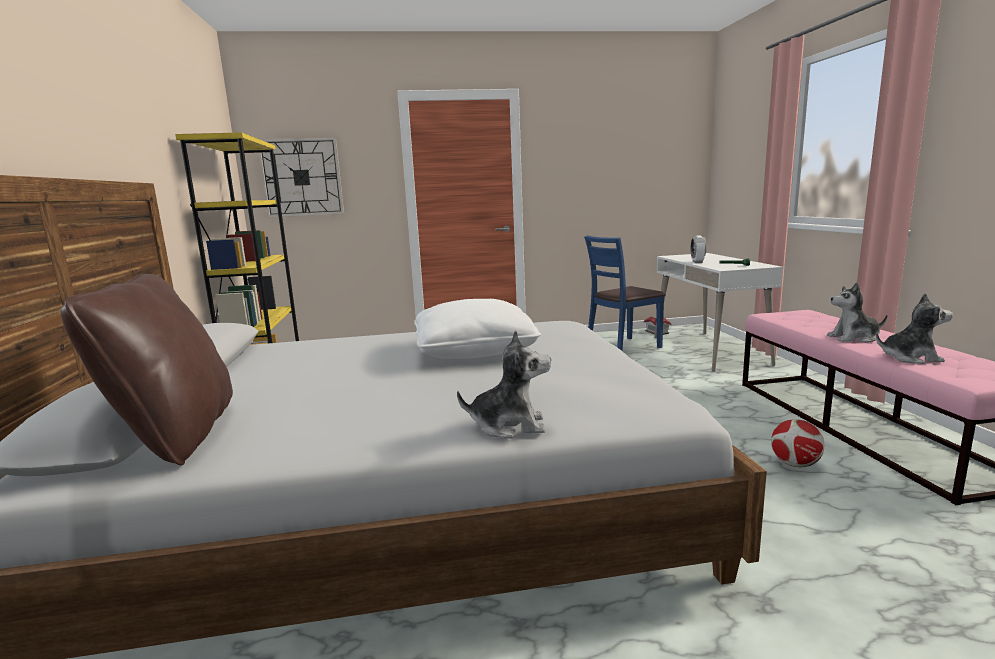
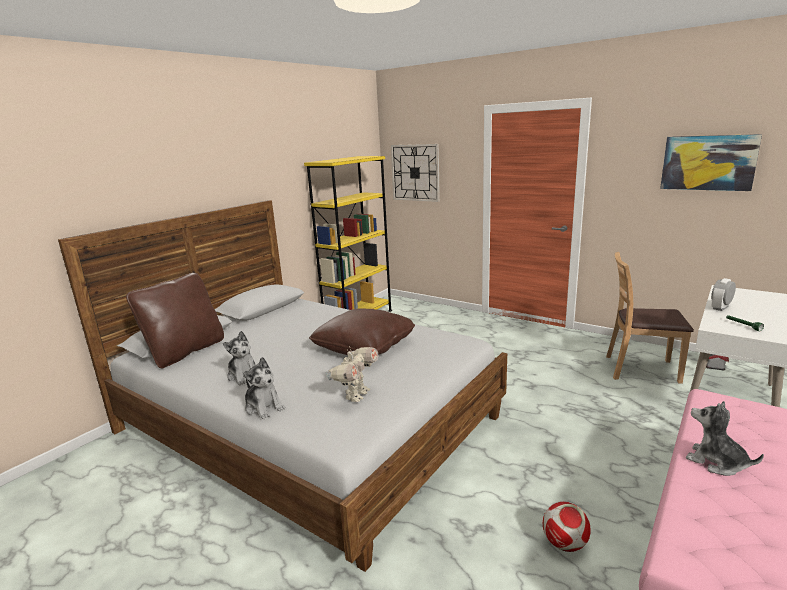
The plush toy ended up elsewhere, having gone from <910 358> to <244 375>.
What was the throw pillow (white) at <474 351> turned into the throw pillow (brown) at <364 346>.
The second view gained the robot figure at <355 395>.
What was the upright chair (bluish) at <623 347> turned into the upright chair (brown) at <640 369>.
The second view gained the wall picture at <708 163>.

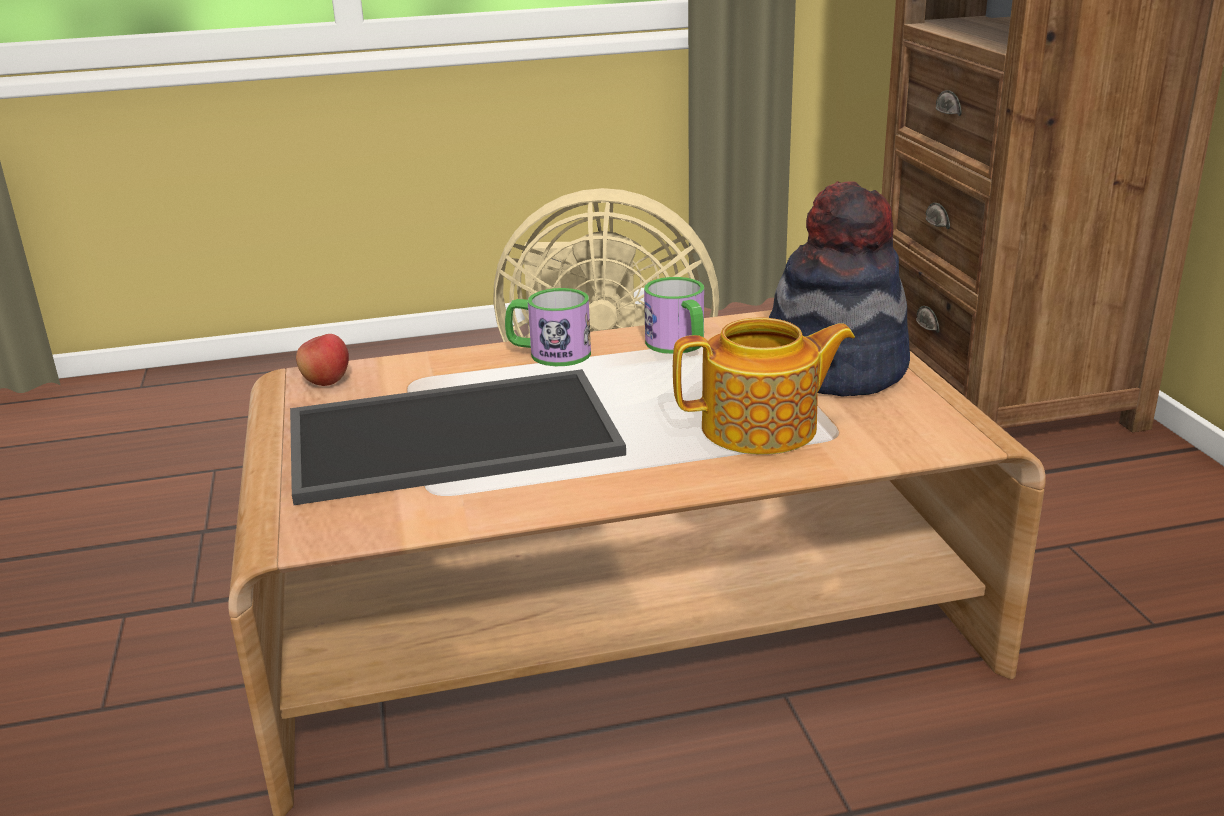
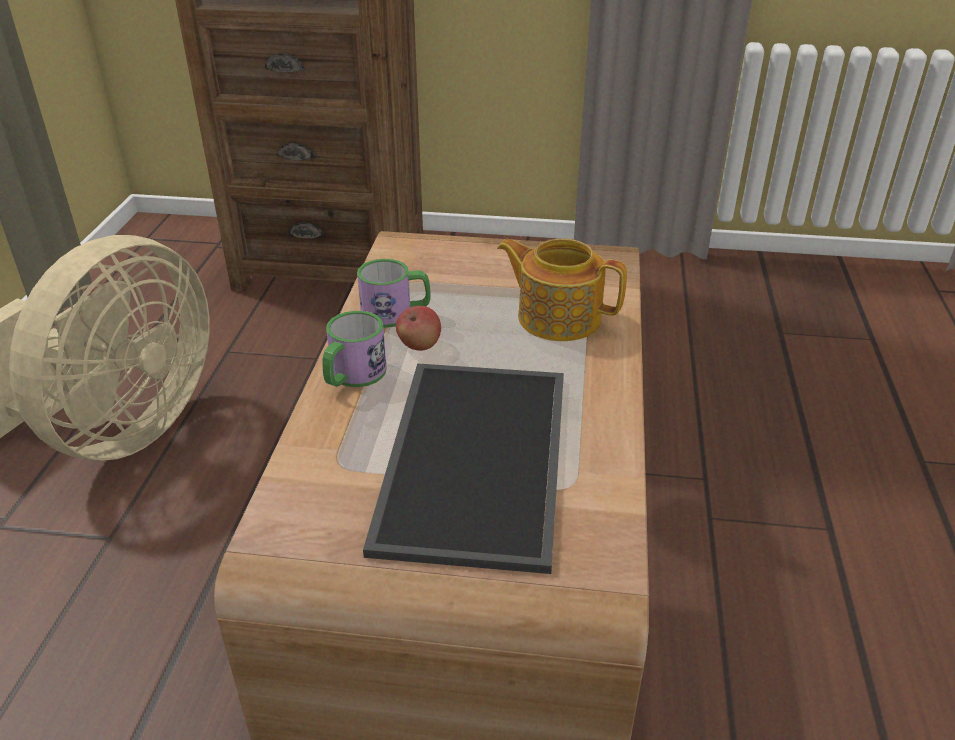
The apple fruit ended up elsewhere, having gone from <326 381> to <419 345>.
The teapot at <762 428> ended up facing another way, 75 degrees counterclockwise from before.
The second view lost the clothing hat at <834 368>.

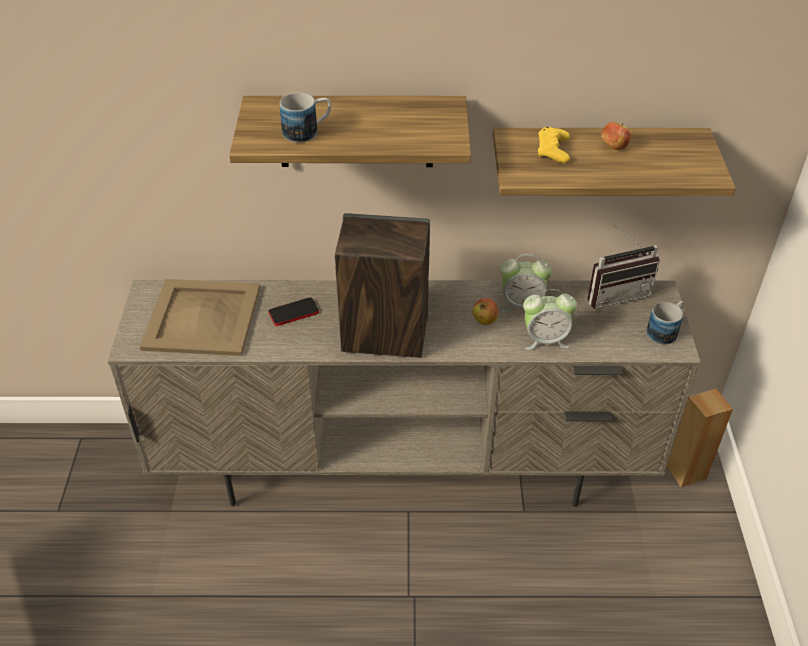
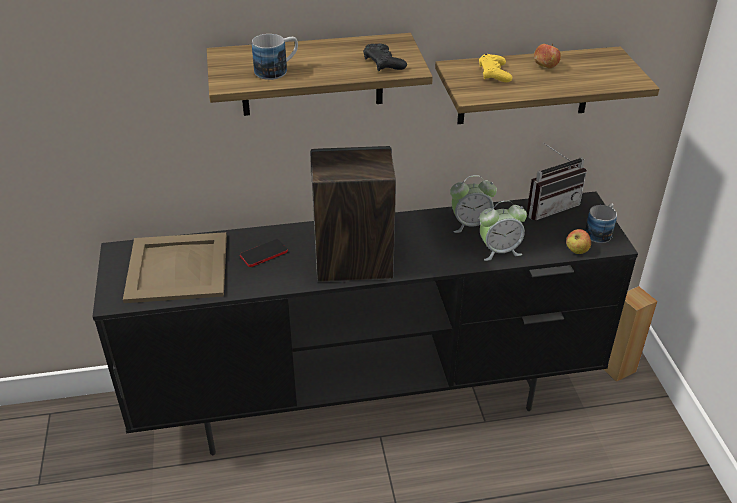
What was the tv stand (beige-coloured) at <406 469> turned into the tv stand (black-coloured) at <370 399>.
The second view gained the gamepad (black-coloured) at <383 63>.
The apple fruit ended up elsewhere, having gone from <484 320> to <576 250>.

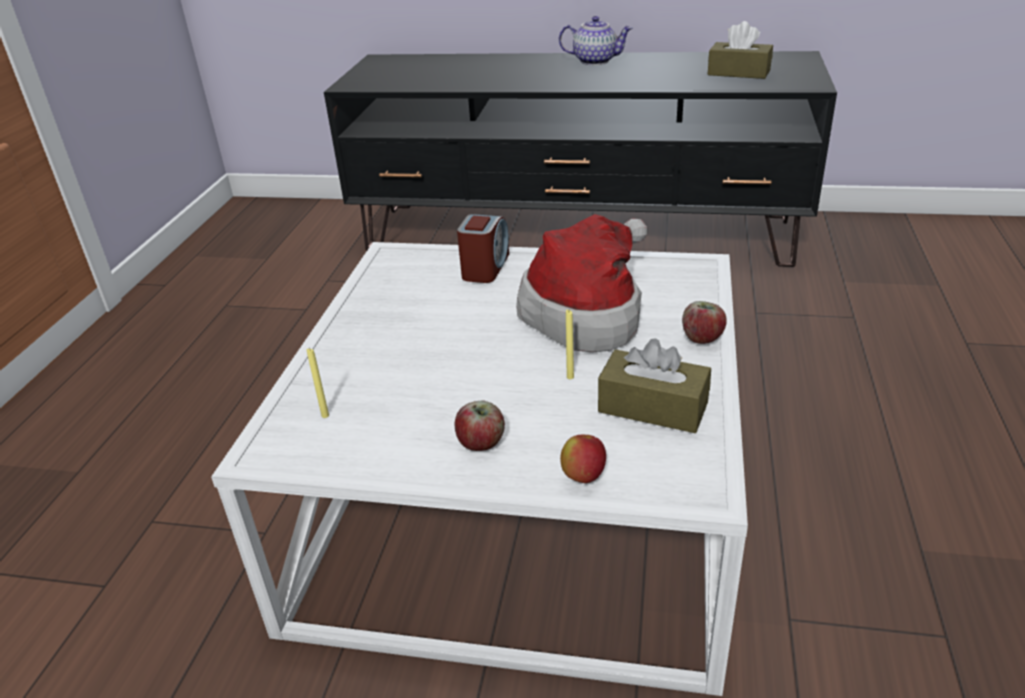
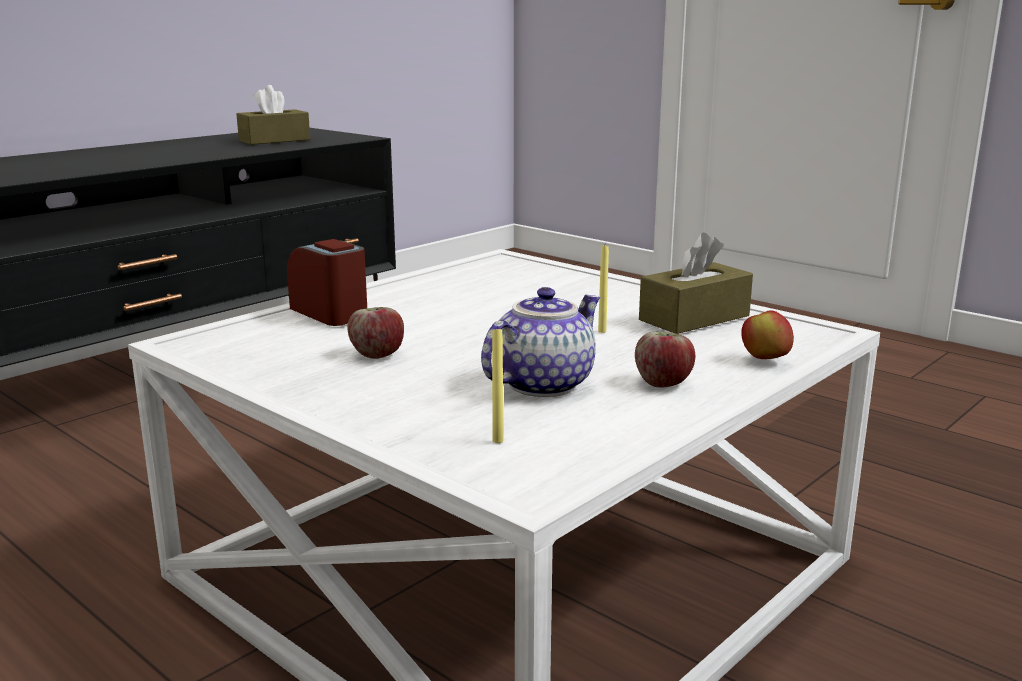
The apple fruit ended up elsewhere, having gone from <702 338> to <378 354>.
The teapot ended up elsewhere, having gone from <595 61> to <542 384>.
The second view lost the clothing hat at <587 312>.

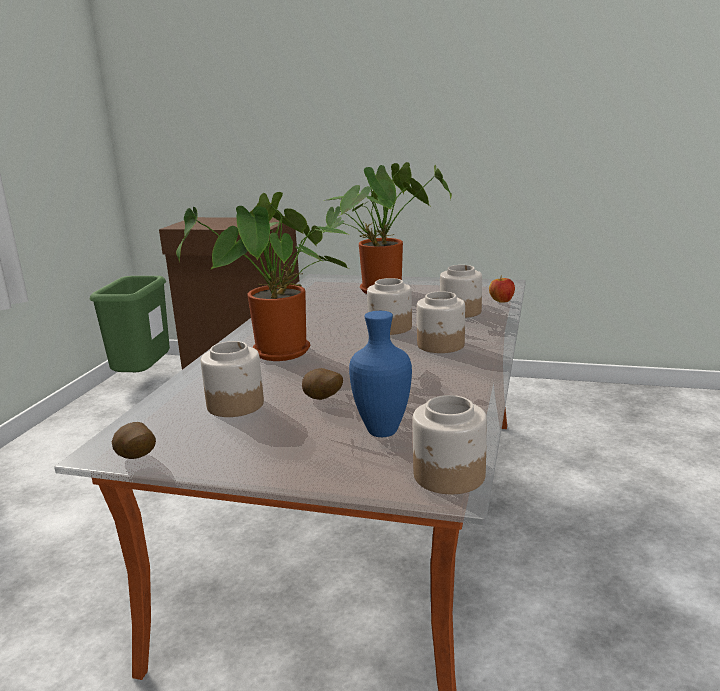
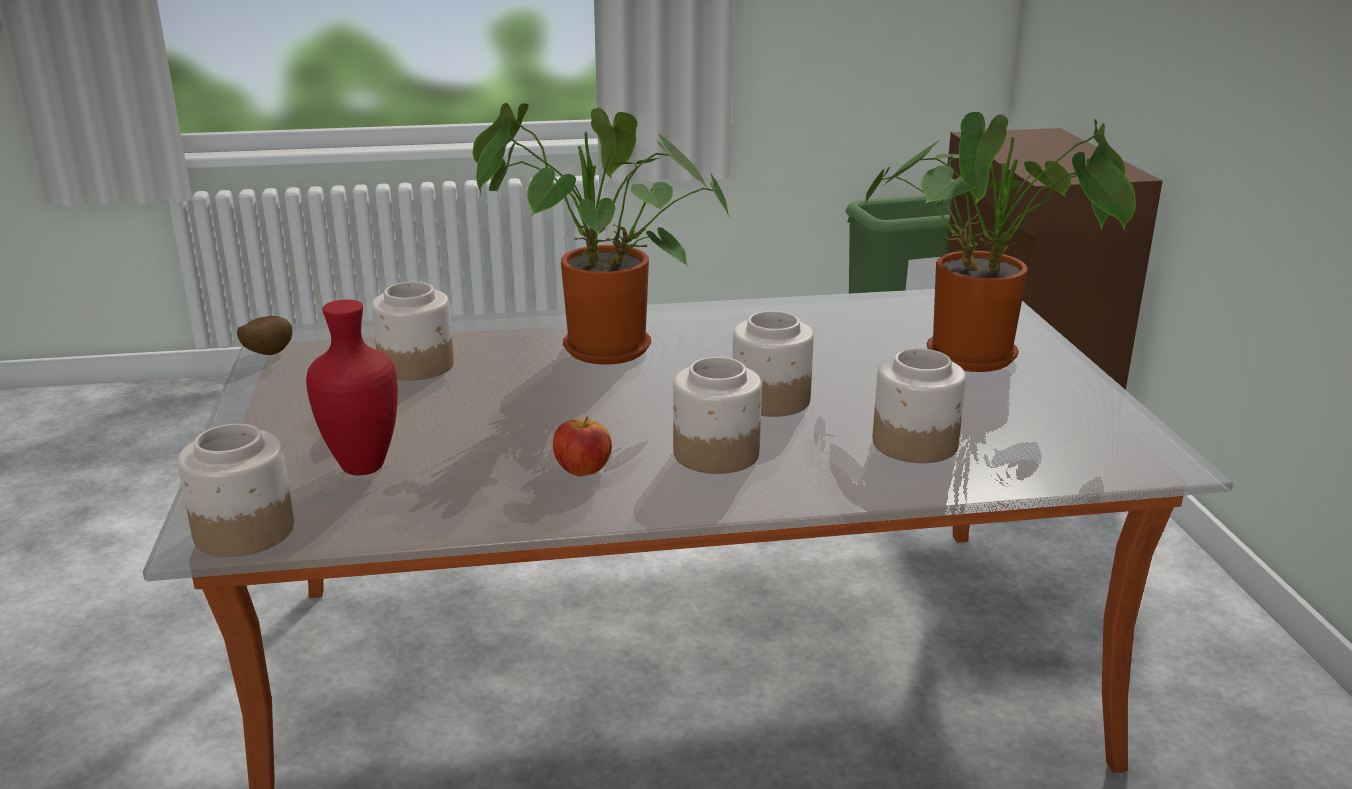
What was the flower vase (bluish) at <384 432> turned into the flower vase (red-coloured) at <361 468>.
The apple fruit ended up elsewhere, having gone from <501 301> to <582 470>.
The second view lost the potato at <322 400>.

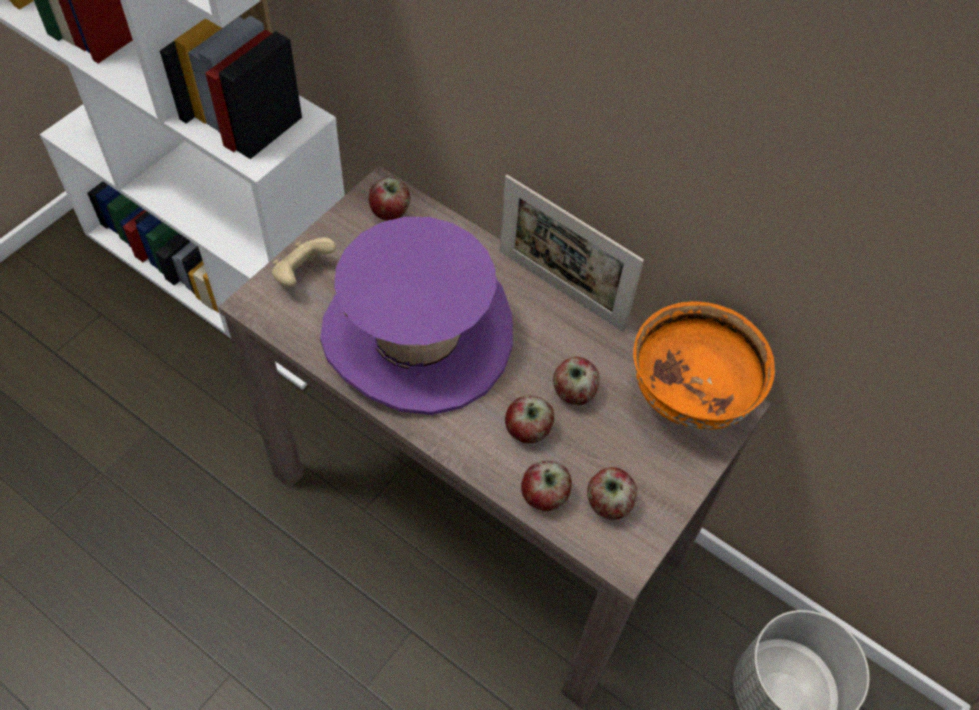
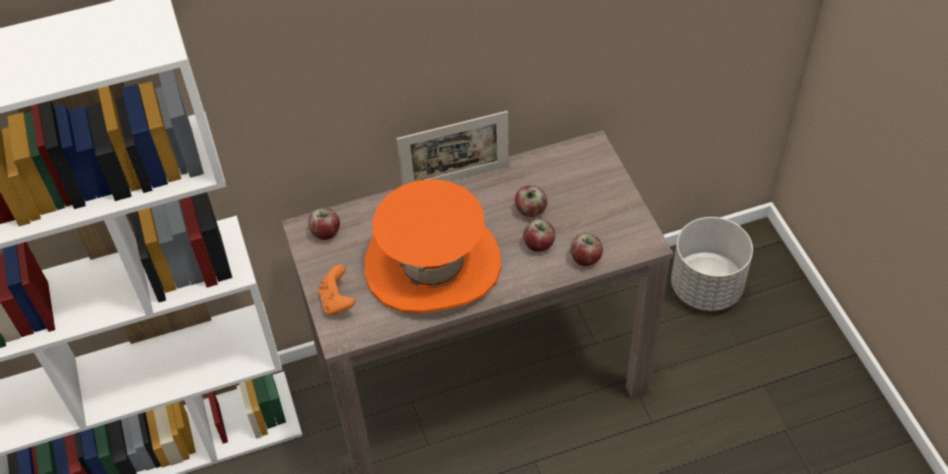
What was the gamepad (beige-coloured) at <302 274> turned into the gamepad (orange-coloured) at <337 301>.
What was the clothing hat (purplish) at <417 335> turned into the clothing hat (orange-coloured) at <432 264>.
The second view lost the apple fruit at <608 503>.
The second view lost the serving bowl (orange-coloured) at <687 399>.

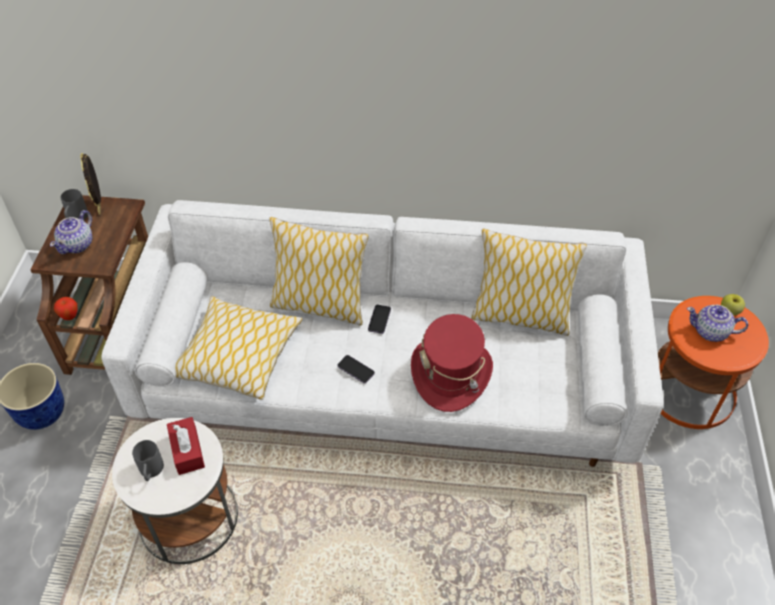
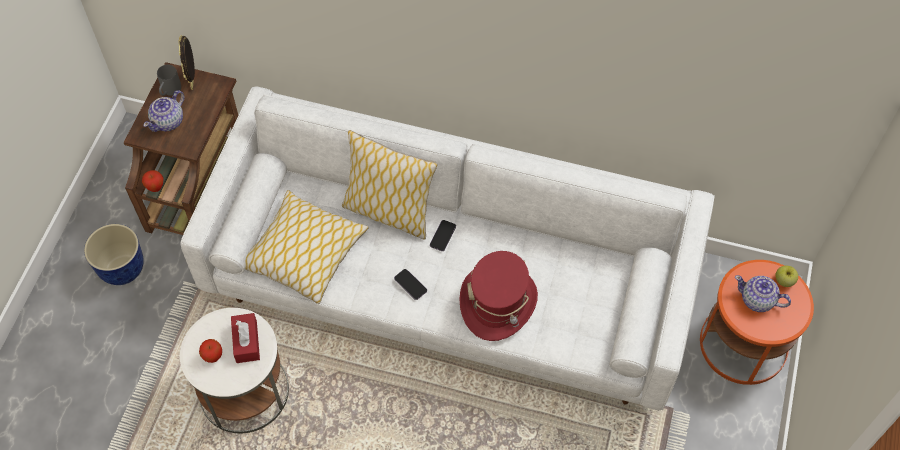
Where the coffee mug (grey) stood at <151 472>, the apple fruit came to stand at <213 357>.
The second view lost the throw pillow at <520 316>.

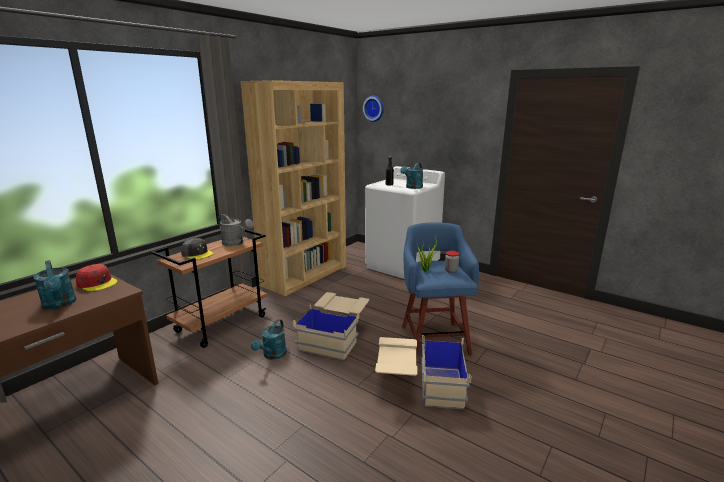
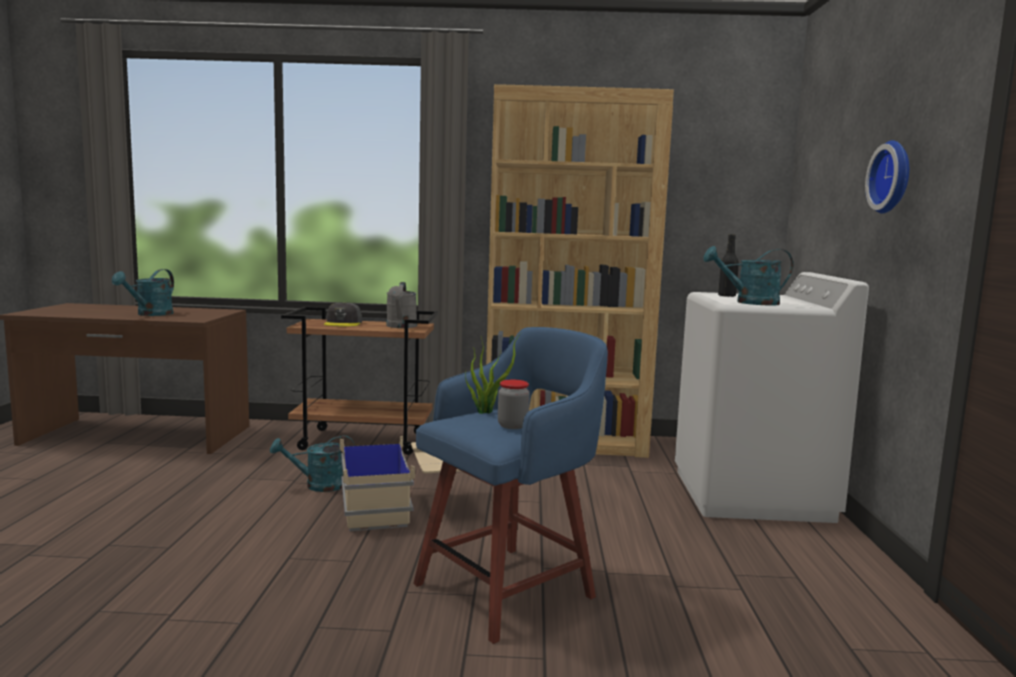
The hanging clock ended up elsewhere, having gone from <374 108> to <893 177>.
The second view lost the peaked cap (red-coloured) at <97 283>.
The second view lost the storage box (beige-coloured) at <419 386>.

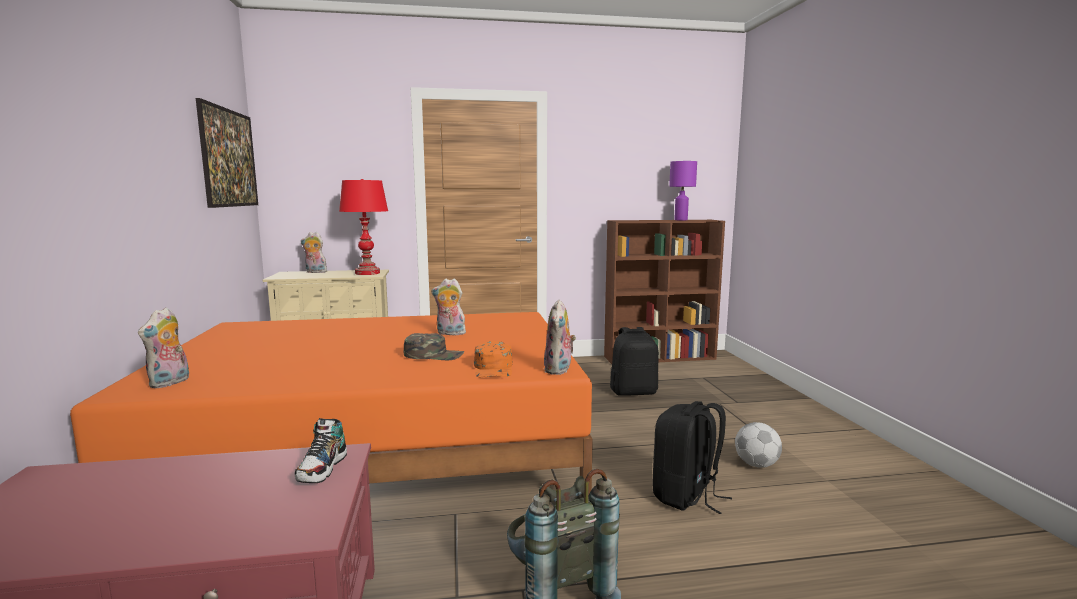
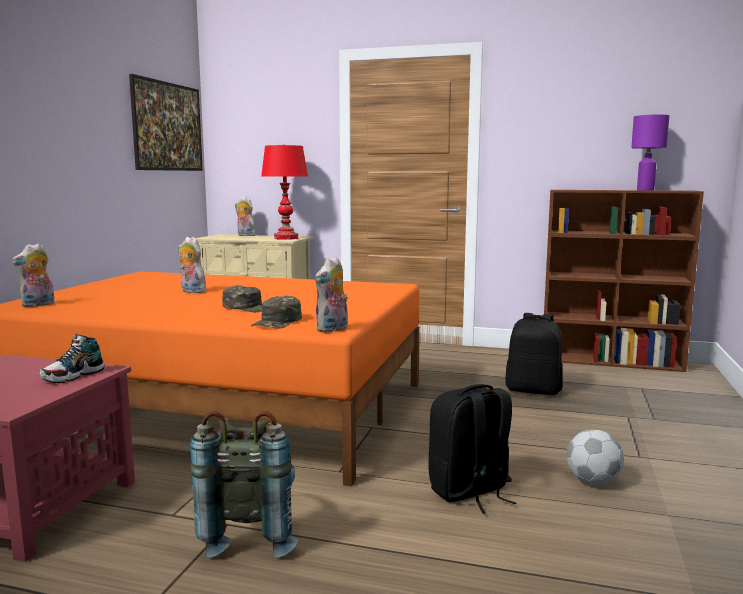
The plush toy ended up elsewhere, having gone from <449 333> to <191 291>.
What was the peaked cap (orange-coloured) at <494 368> turned into the peaked cap (green) at <277 322>.

